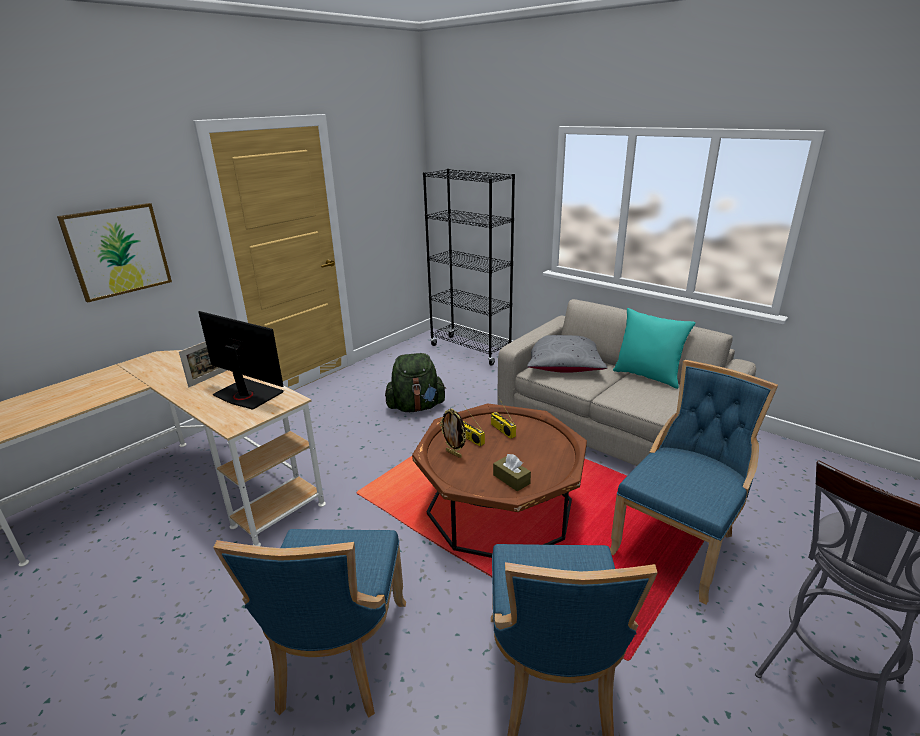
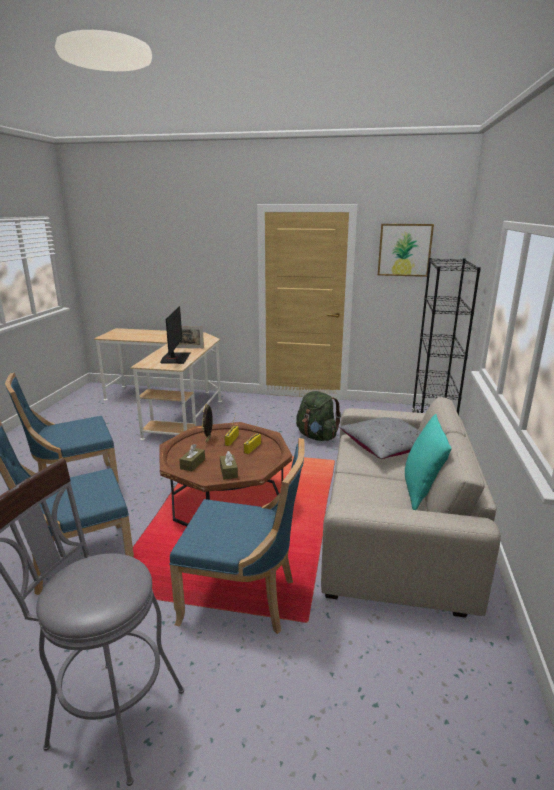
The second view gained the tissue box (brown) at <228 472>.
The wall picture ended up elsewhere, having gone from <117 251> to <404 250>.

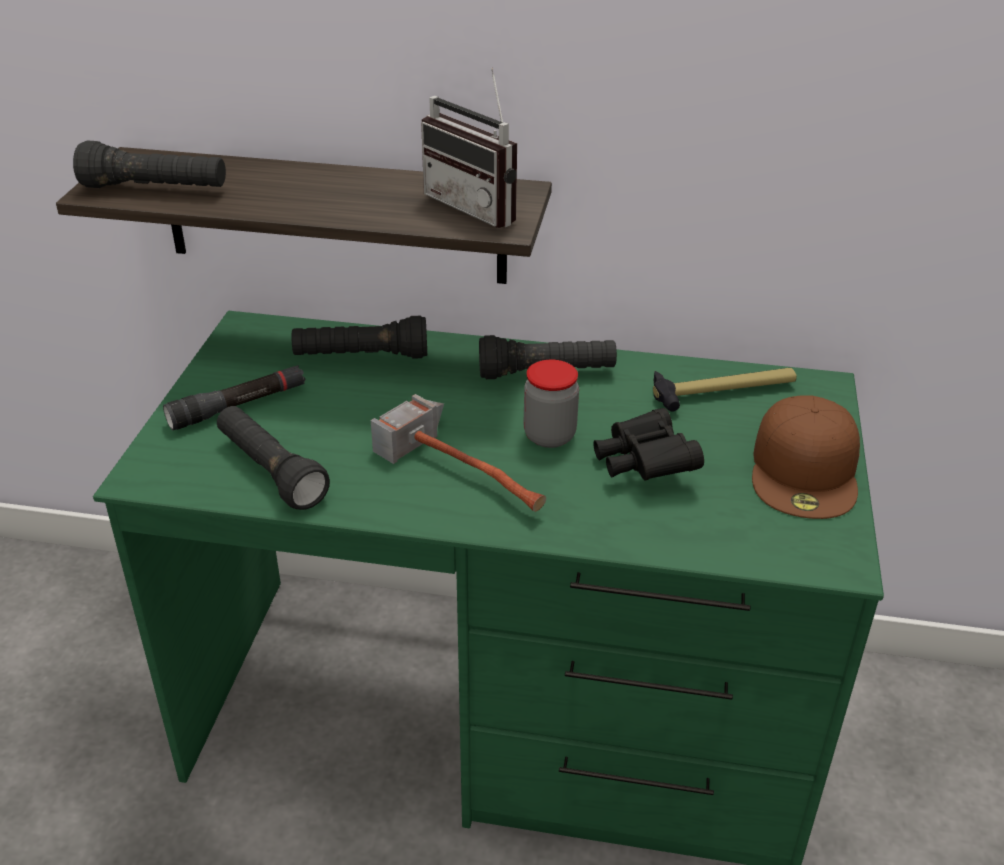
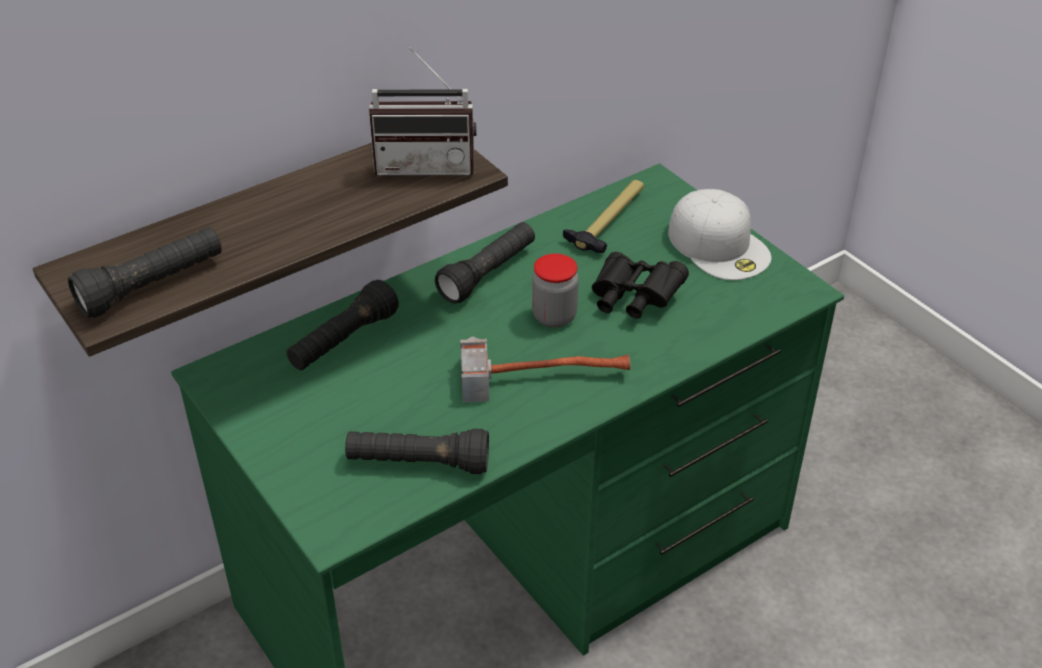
What was the peaked cap (brown) at <805 471> turned into the peaked cap (white) at <719 245>.
The second view lost the hand torch (black-coloured) at <238 406>.

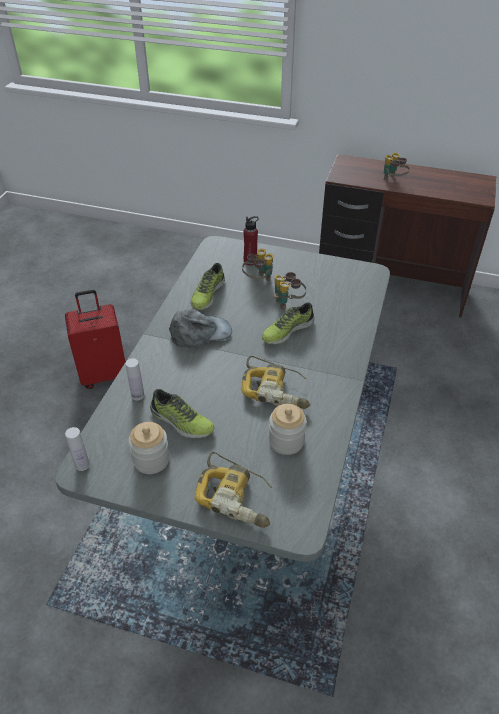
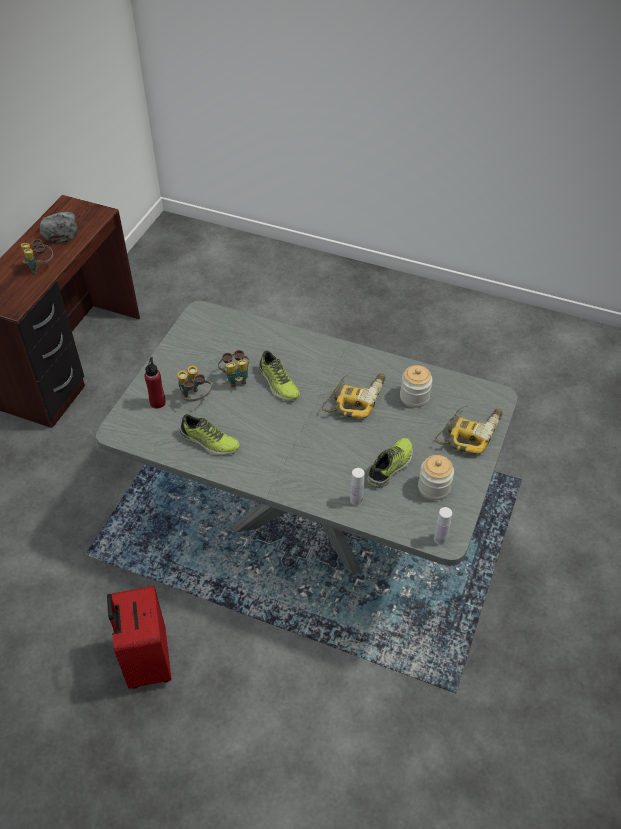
The peaked cap (grey) ended up elsewhere, having gone from <200 332> to <59 229>.

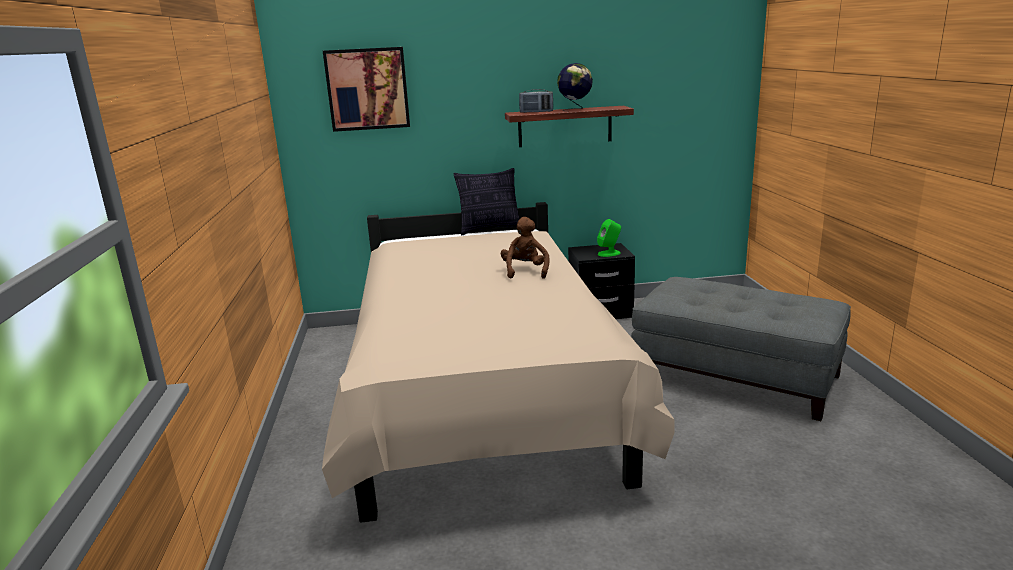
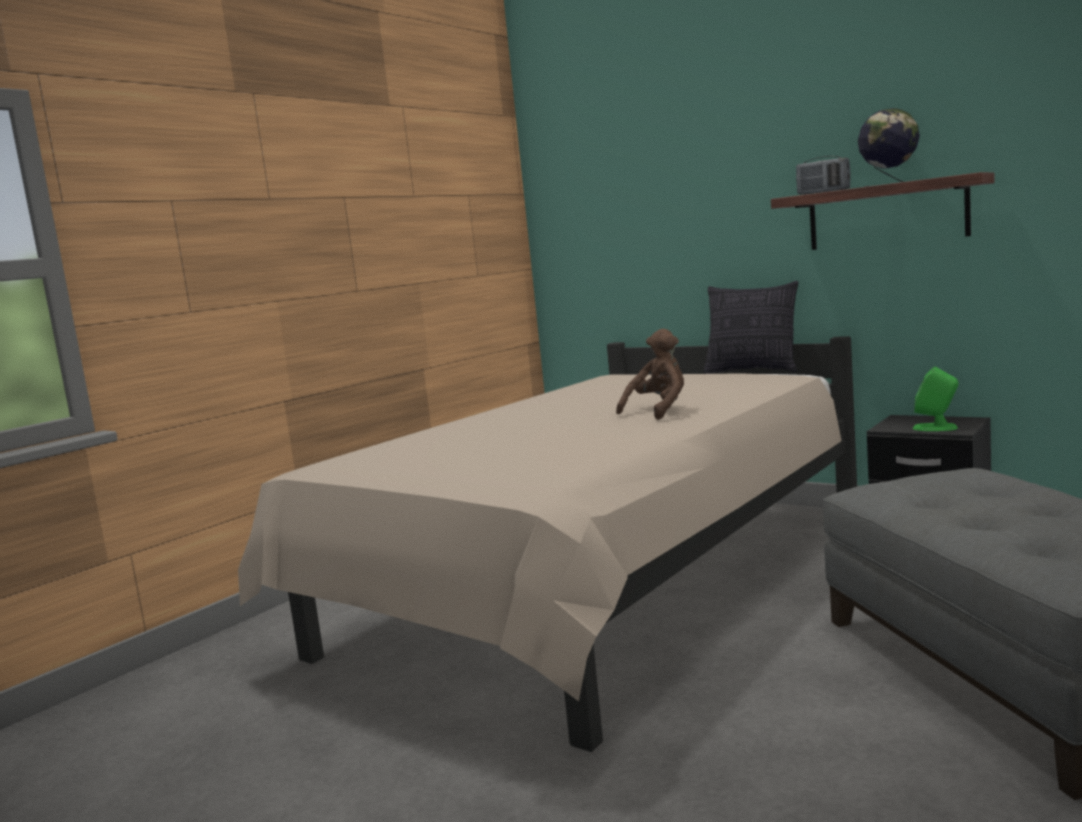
The second view lost the wall picture at <367 89>.

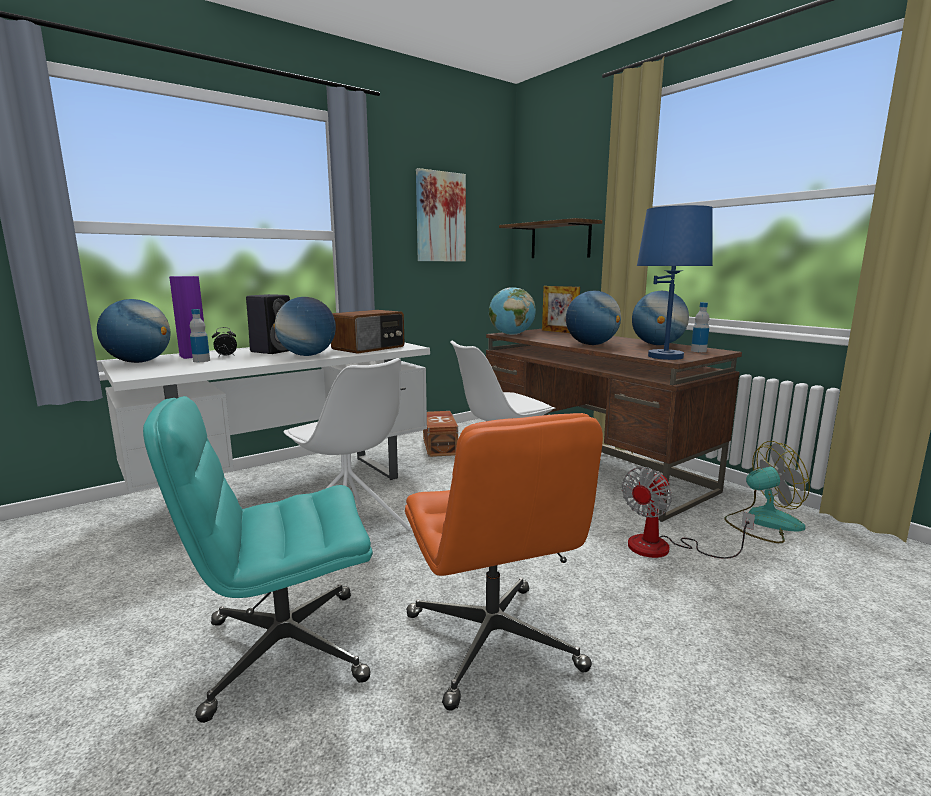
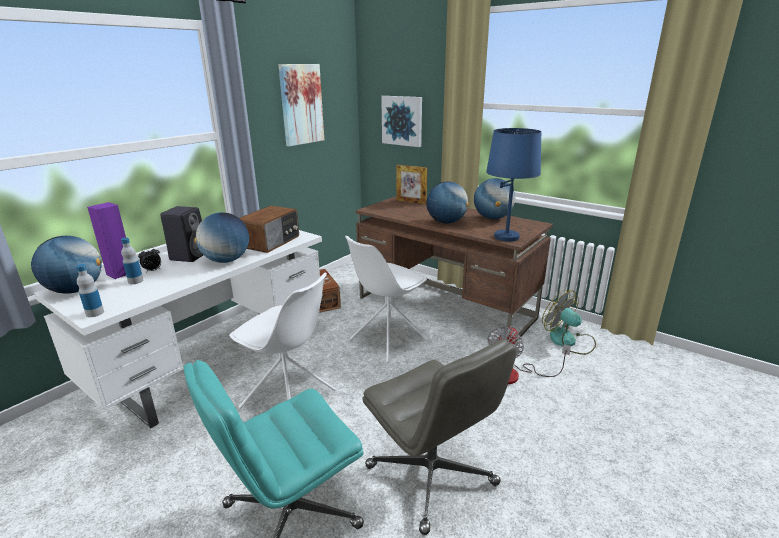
The drink bottle ended up elsewhere, having gone from <698 351> to <95 313>.
What was the desk chair (orange-coloured) at <493 643> turned into the desk chair (grey) at <432 476>.
Where the shelf hung at <560 240>, the wall picture came to hang at <402 120>.
The electric fan at <762 522> ended up facing another way, 105 degrees counterclockwise from before.
The second view lost the world globe at <511 334>.

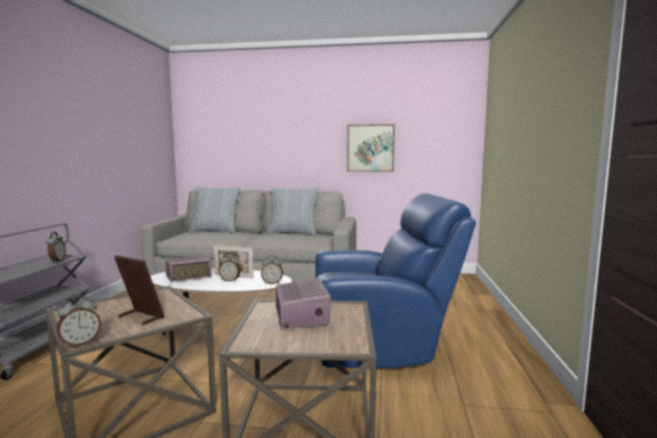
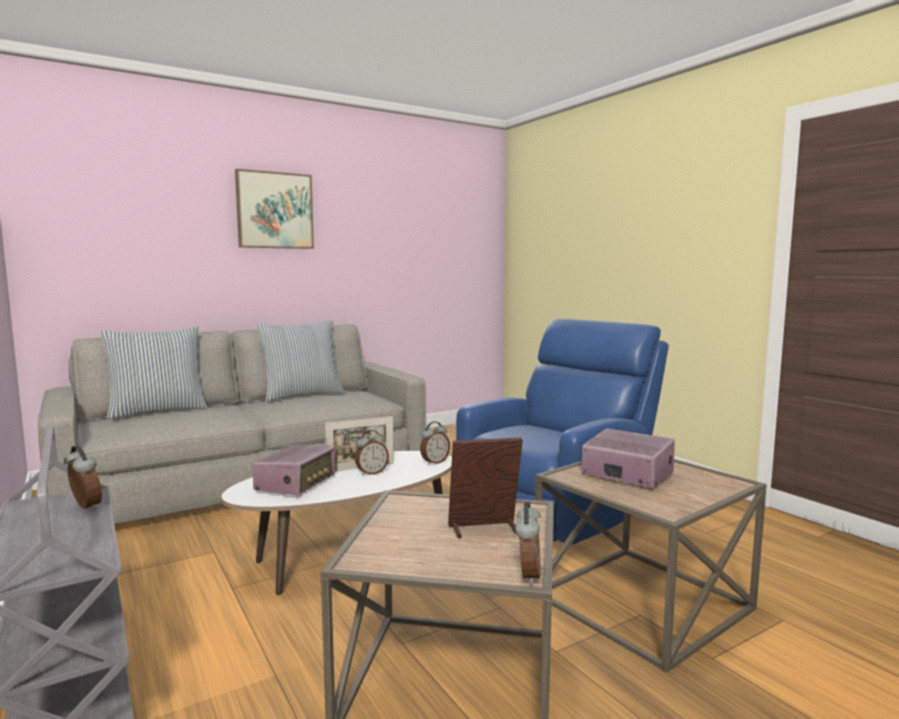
The wall picture ended up elsewhere, having gone from <370 148> to <275 210>.

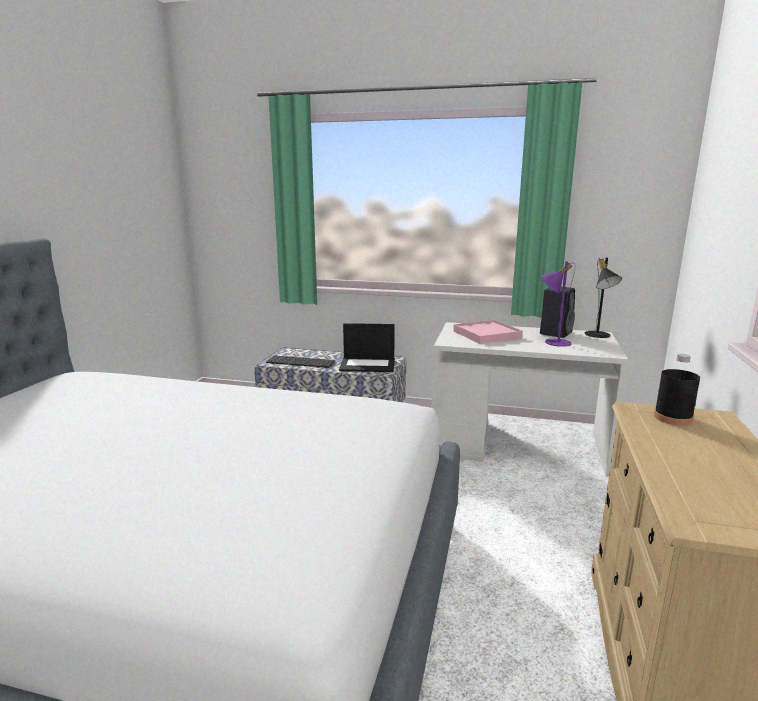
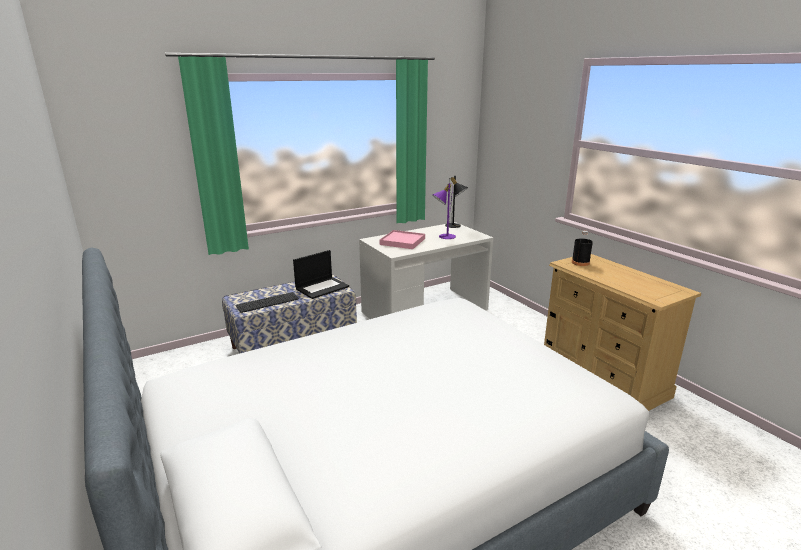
The second view lost the loudspeaker (black-coloured) at <555 333>.

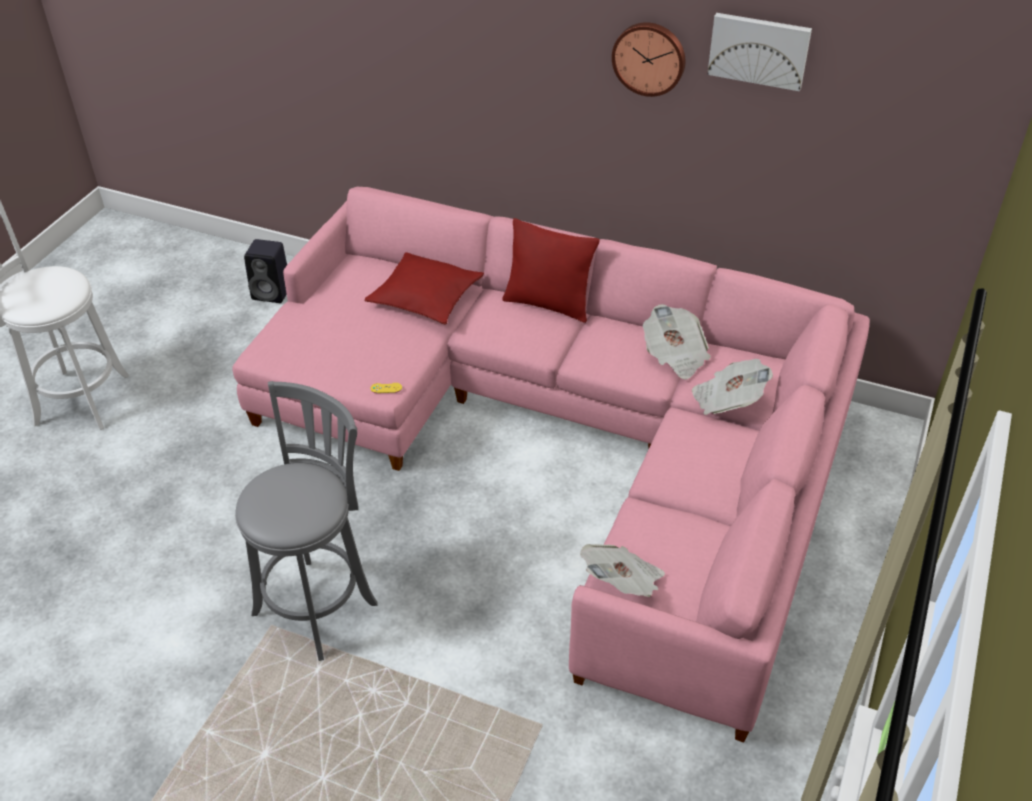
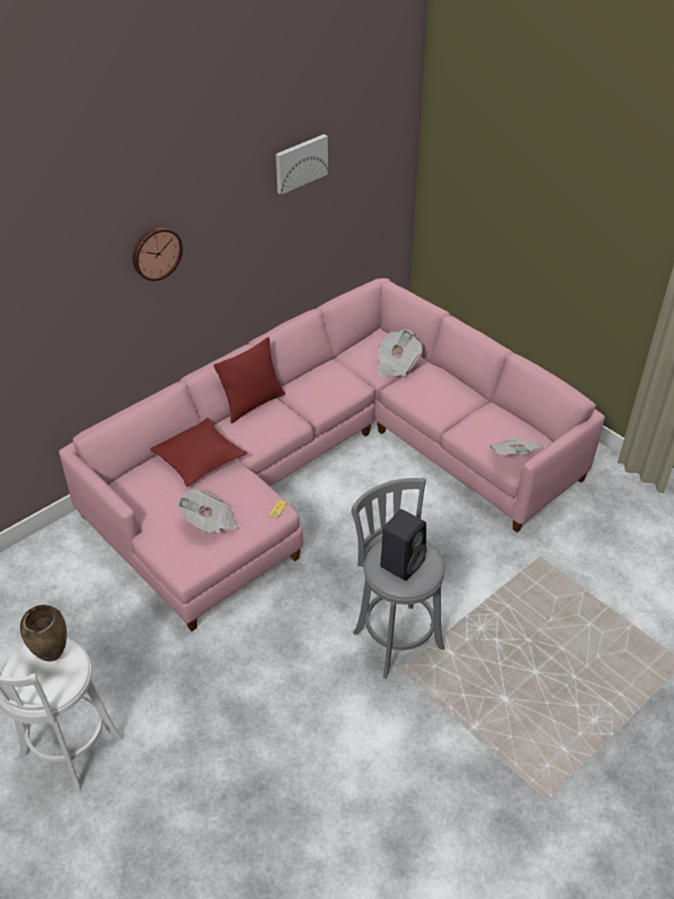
The second view gained the flower vase (brown) at <53 657>.
The hanging clock ended up elsewhere, having gone from <649 58> to <155 252>.
The printed paper ended up elsewhere, having gone from <675 356> to <210 522>.
The loudspeaker (black-coloured) ended up elsewhere, having gone from <273 293> to <402 562>.

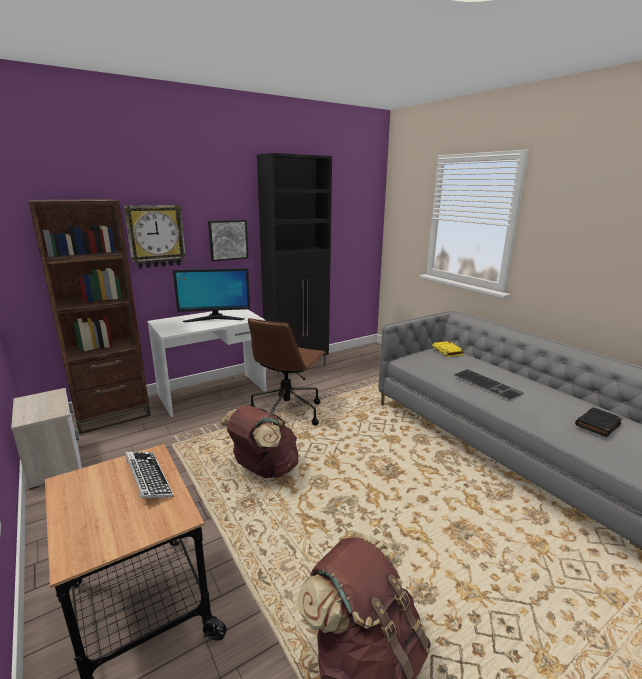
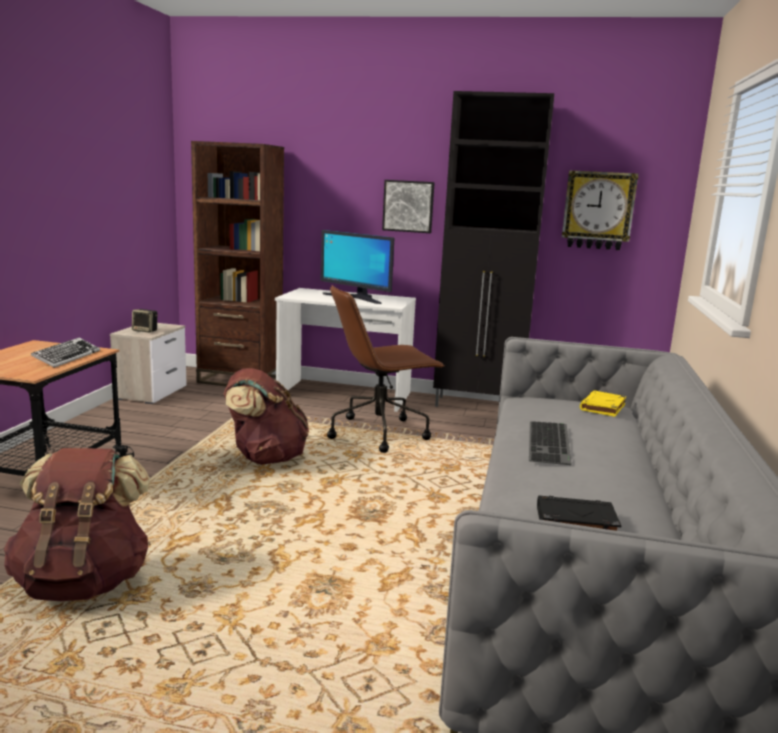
The second view gained the loudspeaker at <145 330>.
The hanging clock ended up elsewhere, having gone from <156 236> to <598 210>.

